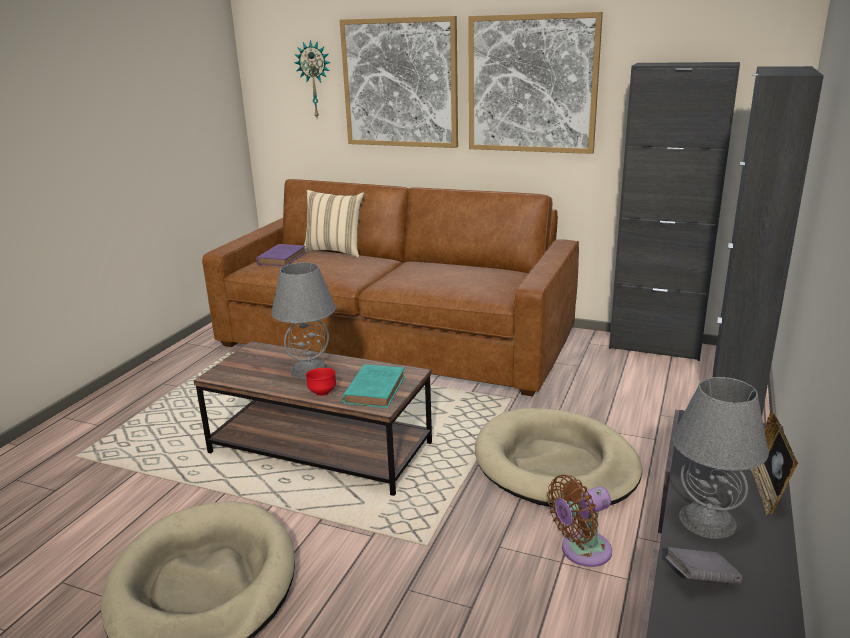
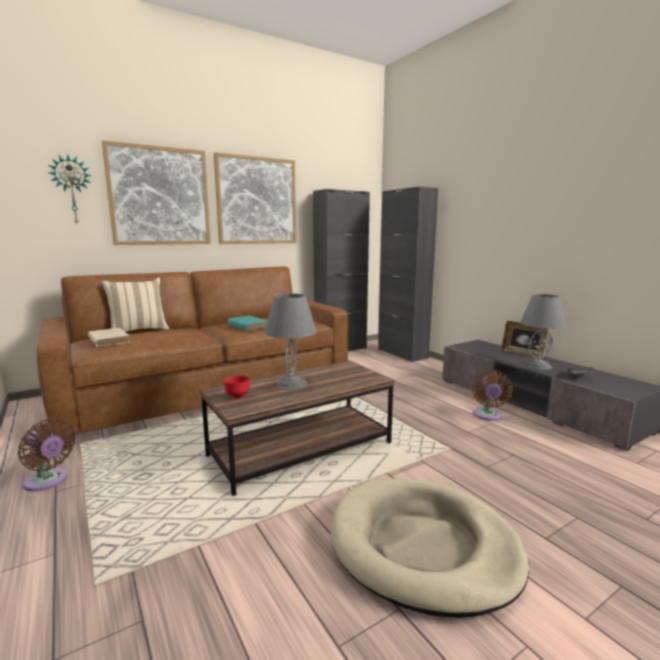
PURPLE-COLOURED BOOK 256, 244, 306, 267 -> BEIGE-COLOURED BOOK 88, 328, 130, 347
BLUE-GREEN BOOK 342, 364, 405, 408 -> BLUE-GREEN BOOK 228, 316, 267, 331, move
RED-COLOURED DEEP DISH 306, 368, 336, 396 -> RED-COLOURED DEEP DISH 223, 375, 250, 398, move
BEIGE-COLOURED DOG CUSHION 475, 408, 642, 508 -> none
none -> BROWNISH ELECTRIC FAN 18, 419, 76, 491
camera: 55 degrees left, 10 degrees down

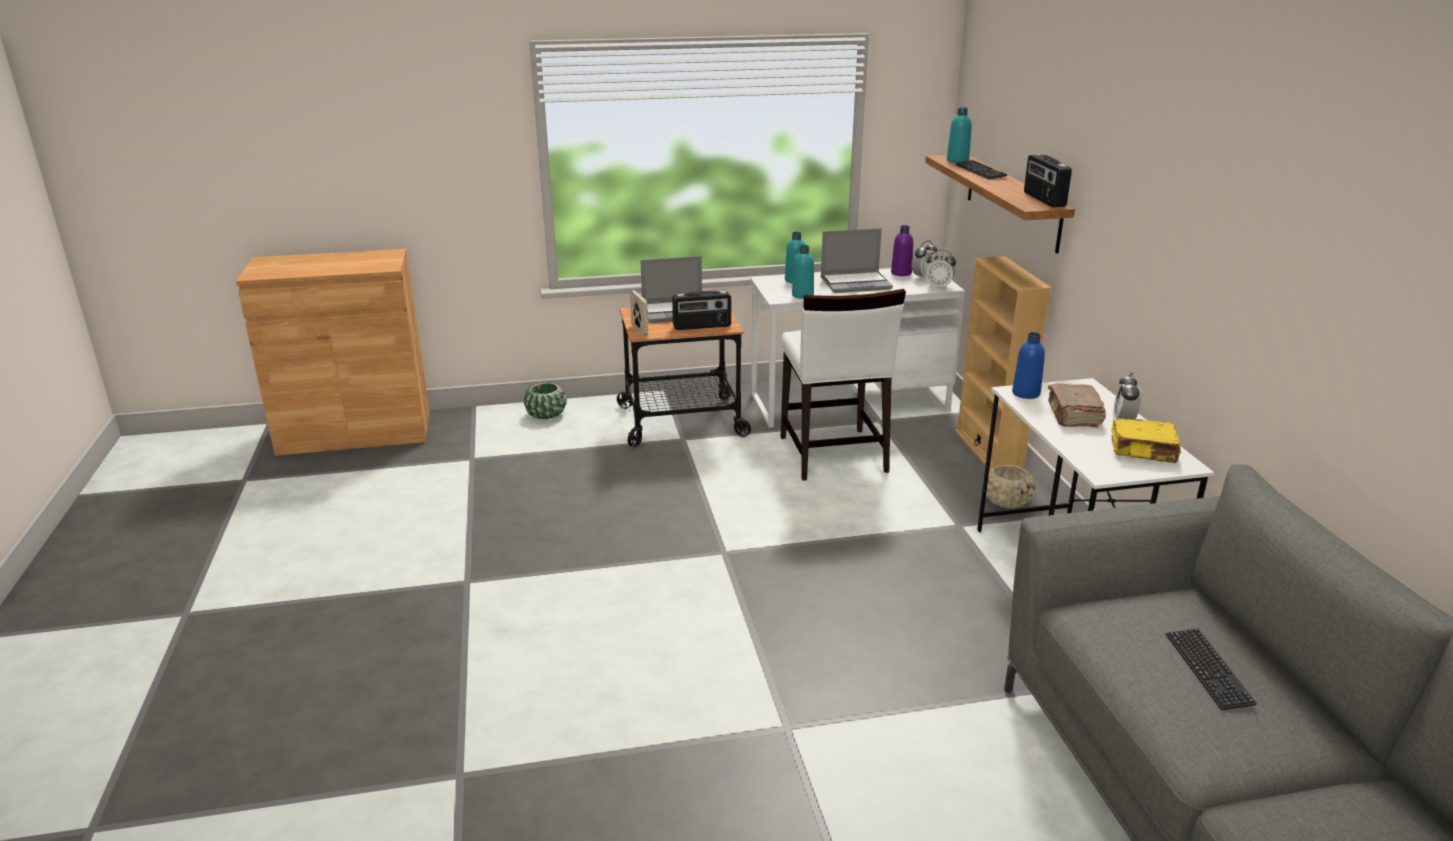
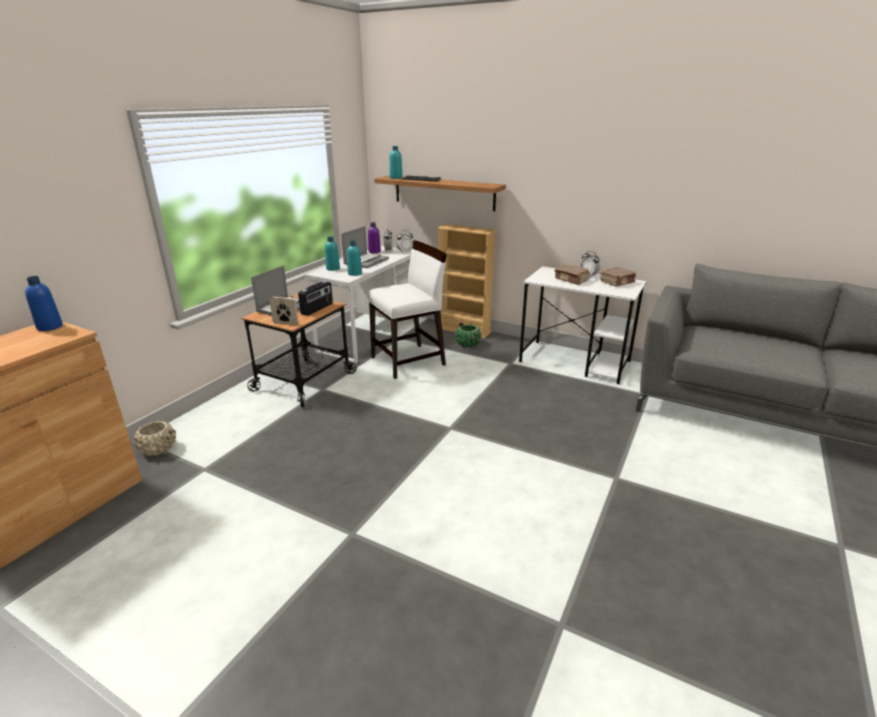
RADIO 1024, 154, 1072, 207 -> none
WHITE-COLOURED PLAIN CHAIR 781, 289, 906, 481 -> WHITE-COLOURED PLAIN CHAIR 368, 241, 447, 379, 60 degrees counterclockwise
BLUE-COLOURED BOTTLE 1012, 332, 1045, 399 -> BLUE-COLOURED BOTTLE 25, 276, 63, 331, move
GREEN-COLOURED PLANT POT 524, 383, 567, 419 -> GREEN-COLOURED PLANT POT 455, 325, 481, 347, move
YELLOW BOOK 1111, 418, 1181, 463 -> BROWNISH BOOK 600, 267, 636, 286
BEIGE-COLOURED PLANT POT 983, 464, 1035, 509 -> BEIGE-COLOURED PLANT POT 134, 421, 176, 456, move
KEYBOARD 1166, 629, 1257, 710 -> none
camera: 50 degrees left, 0 degrees up

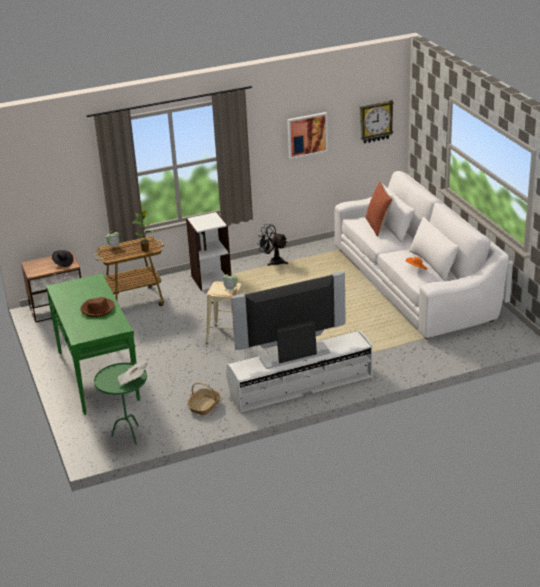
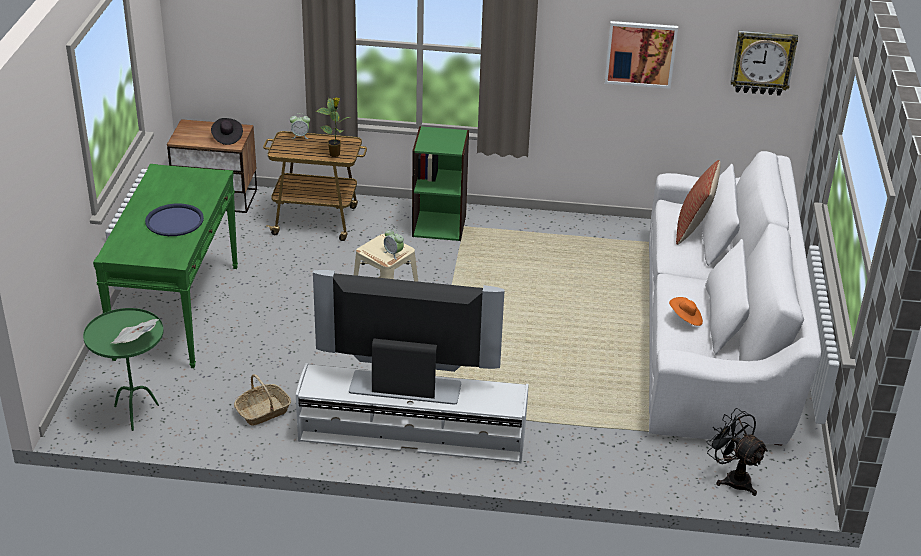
WHITE-COLOURED BOOKSHELF 186, 212, 231, 291 -> GREEN-COLOURED BOOKSHELF 412, 126, 469, 241
BLACK ELECTRIC FAN 258, 224, 288, 266 -> BLACK ELECTRIC FAN 706, 408, 768, 496, move
BROWNISH CLOTHING HAT 80, 297, 115, 317 -> BLUE-COLOURED TRAY 145, 203, 204, 236
camera: 25 degrees right, 5 degrees up

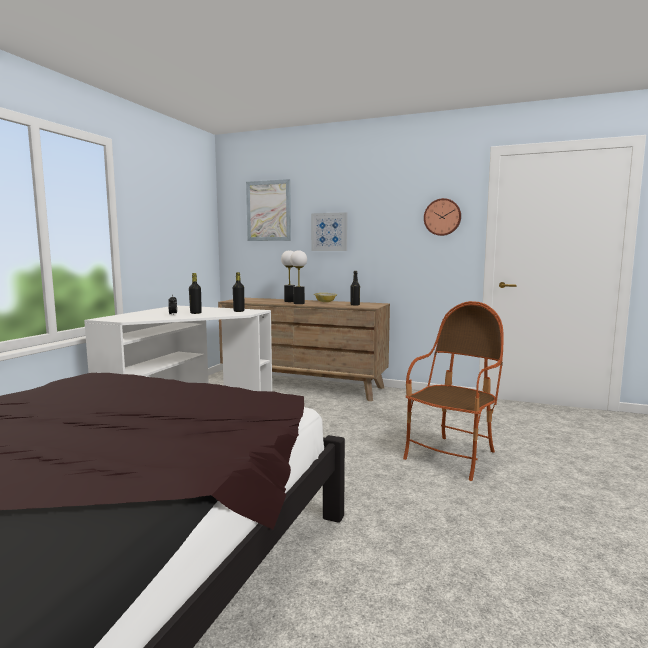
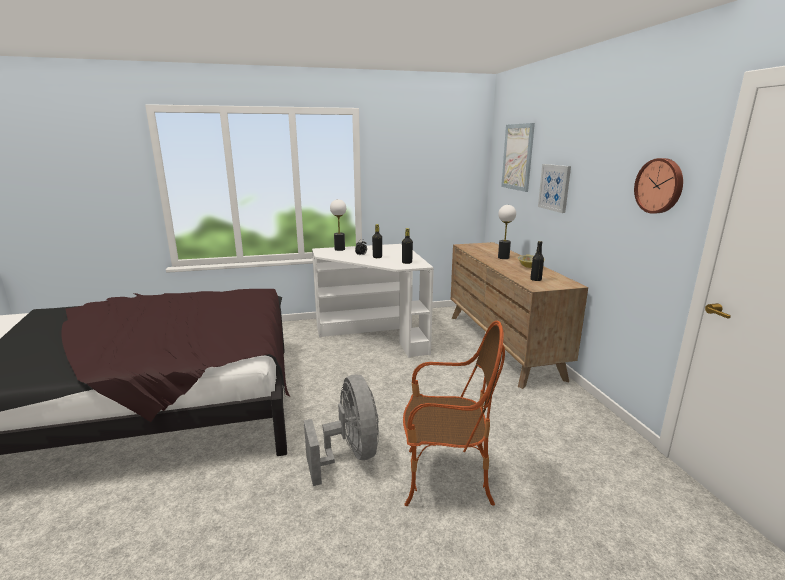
TABLETOP LAMP 290, 250, 307, 304 -> TABLETOP LAMP 330, 199, 346, 251, move
none -> GRAY ELECTRIC FAN 304, 375, 379, 486
camera: 55 degrees right, 10 degrees up

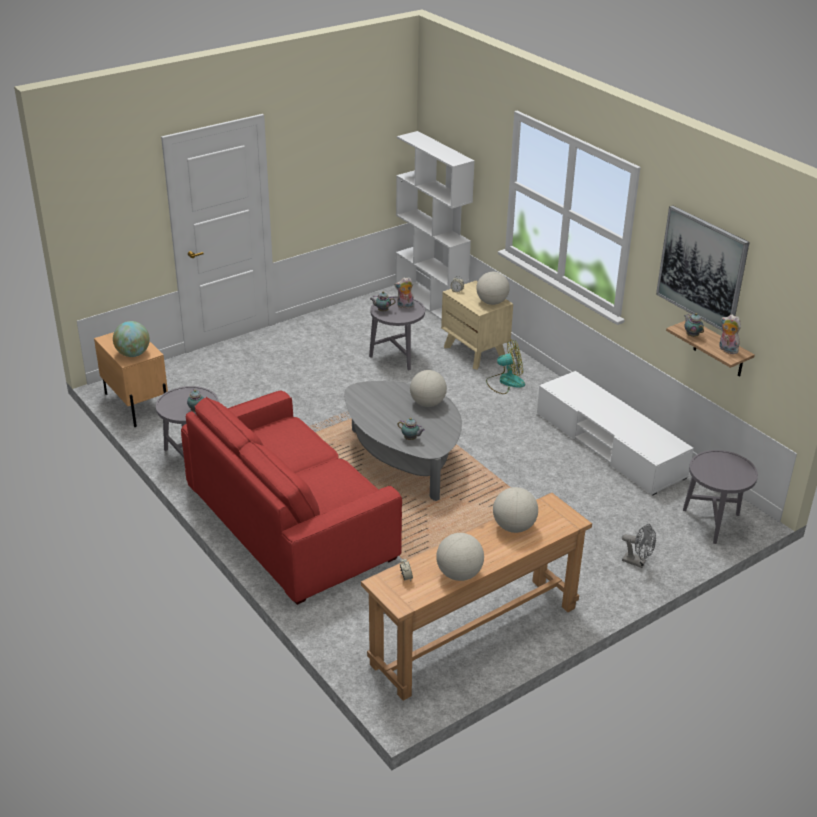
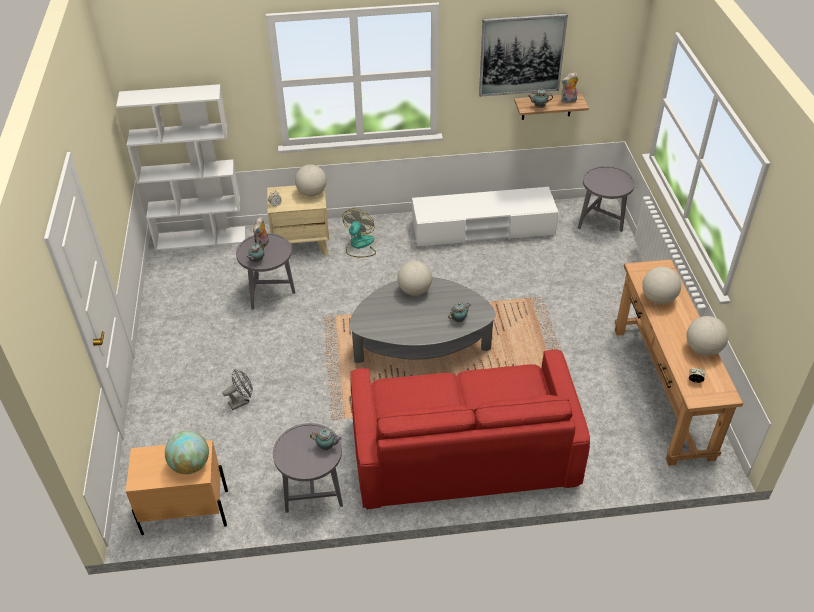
GRAY ELECTRIC FAN 622, 524, 656, 568 -> GRAY ELECTRIC FAN 222, 369, 253, 410, move
camera: 60 degrees left, 10 degrees up

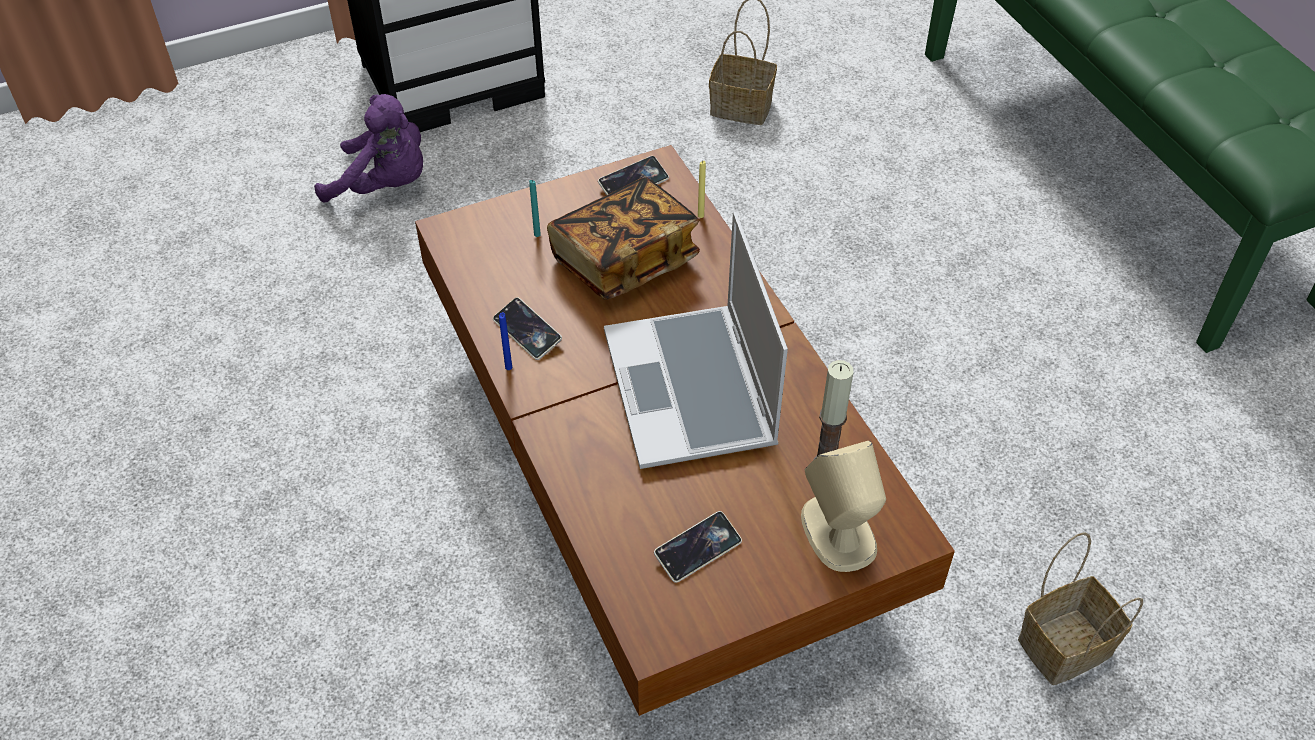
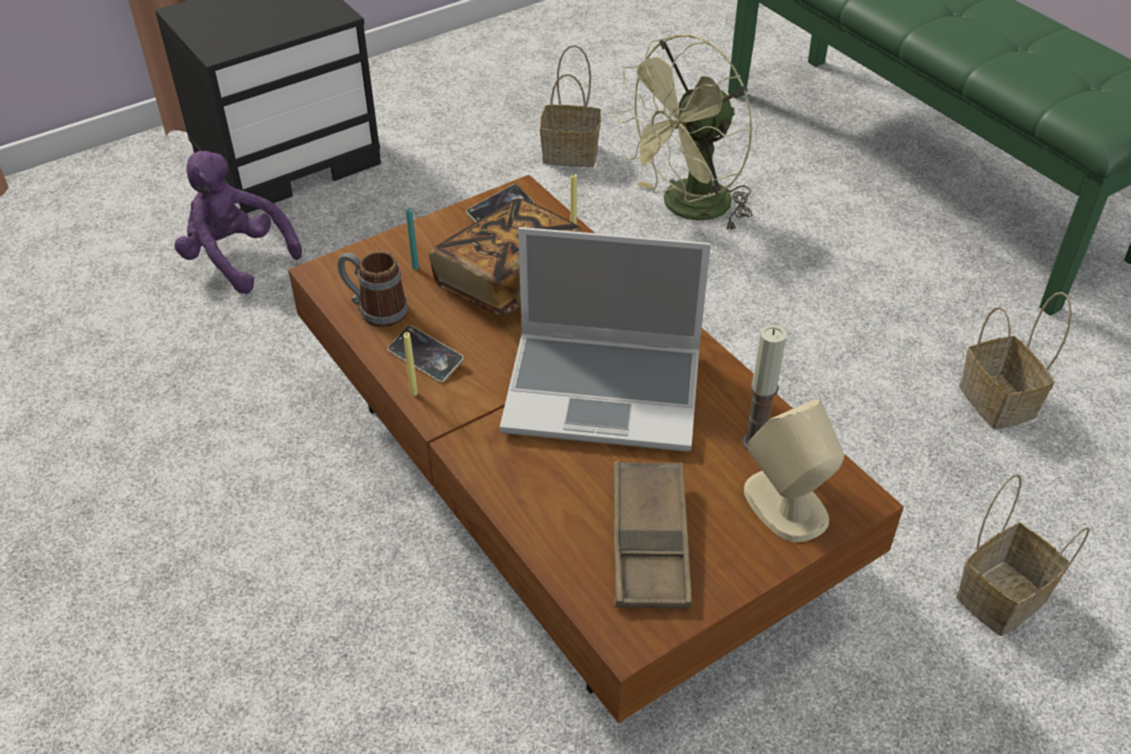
PURPLE-COLOURED PLUSH TOY 314, 94, 423, 203 -> PURPLE-COLOURED PLUSH TOY 174, 151, 302, 294, 150 degrees counterclockwise
NOTEBOOK COMPUTER 604, 212, 788, 469 -> NOTEBOOK COMPUTER 500, 227, 711, 452, 60 degrees counterclockwise
BLUE-COLOURED WAX CANDLE 499, 312, 512, 370 -> YELLOW WAX CANDLE 403, 332, 418, 396
TELEPHONE 654, 511, 742, 583 -> BROWNISH TRAY 613, 461, 692, 609
none -> GREEN-COLOURED ELECTRIC FAN 615, 34, 753, 232
none -> COFFEE MUG 337, 251, 409, 328
none -> BASKET 959, 292, 1072, 429
camera: 10 degrees left, 5 degrees down

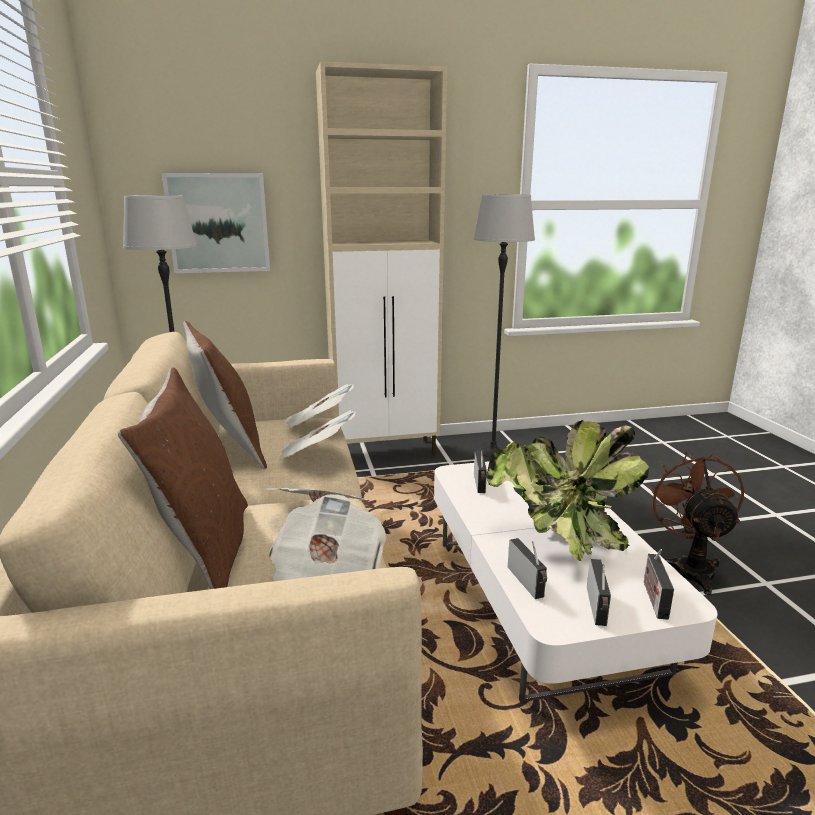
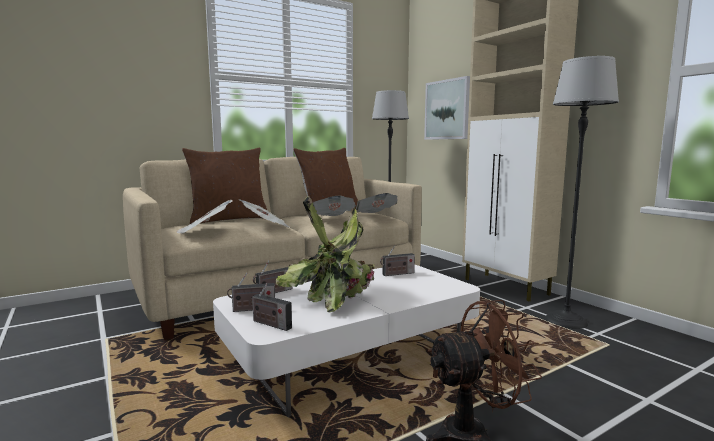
RADIO 644, 549, 674, 620 -> RADIO 251, 283, 292, 331, 135 degrees counterclockwise
camera: 70 degrees right, 10 degrees down

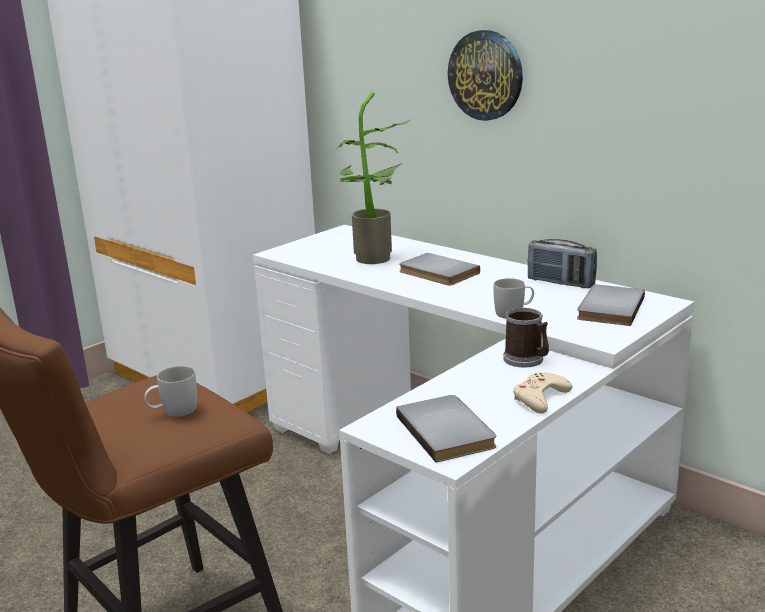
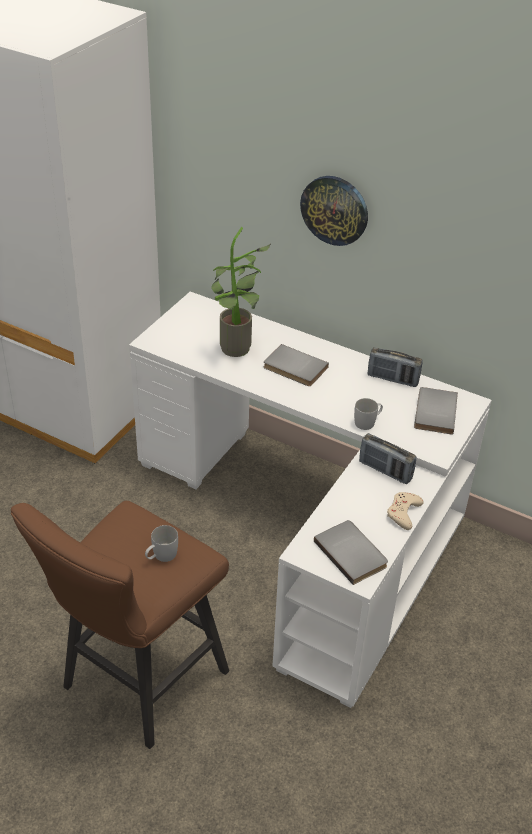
COFFEE MUG 503, 308, 549, 368 -> RADIO 359, 433, 416, 484
camera: 15 degrees left, 20 degrees up

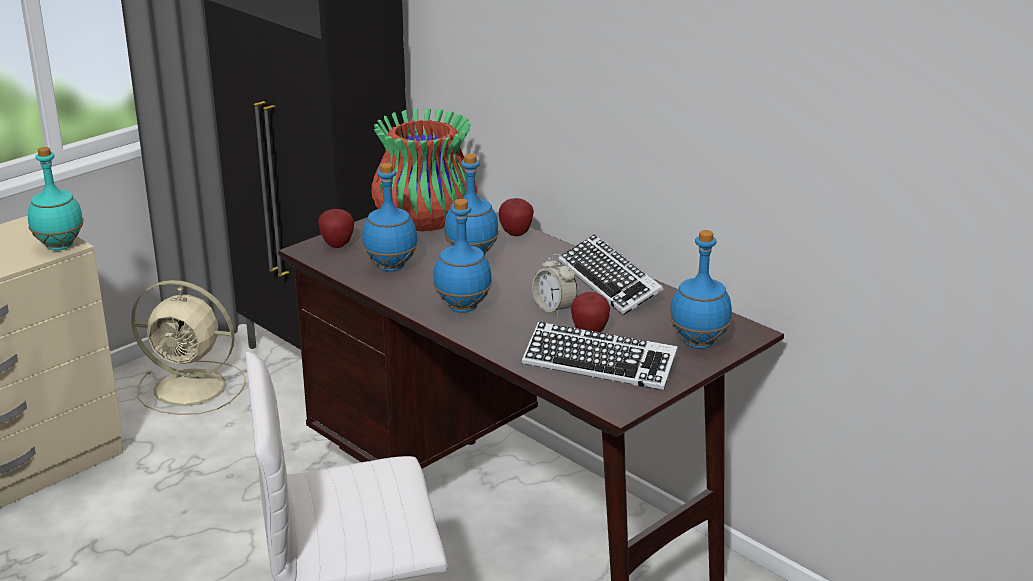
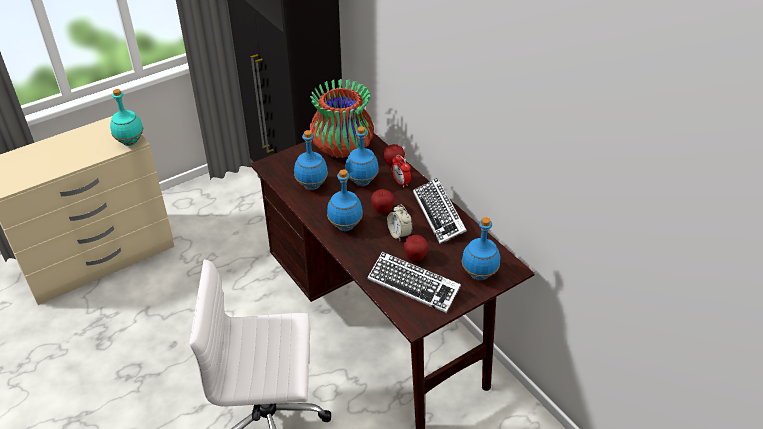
WHOLE APPLE 318, 209, 354, 248 -> WHOLE APPLE 371, 189, 394, 214, move
BEIGE-COLOURED ELECTRIC FAN 131, 280, 245, 415 -> none
none -> ALARM CLOCK 392, 155, 411, 188
camera: 10 degrees right, 15 degrees up

